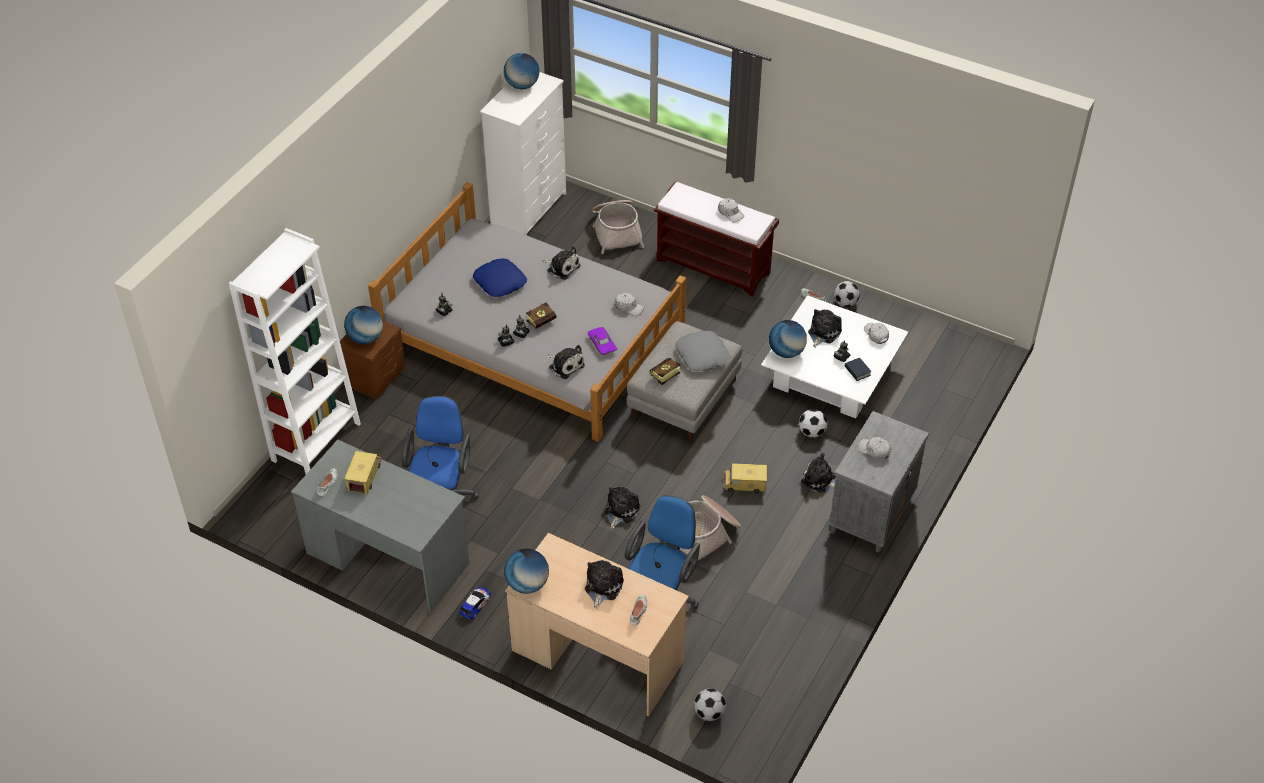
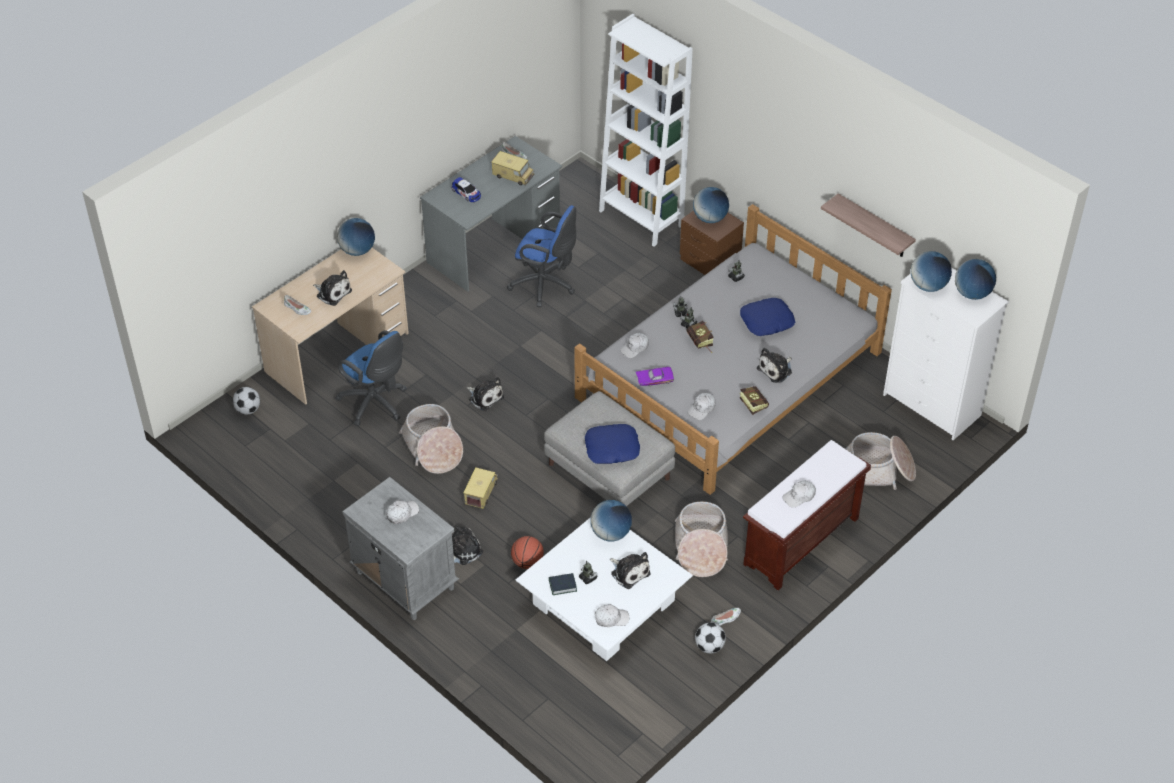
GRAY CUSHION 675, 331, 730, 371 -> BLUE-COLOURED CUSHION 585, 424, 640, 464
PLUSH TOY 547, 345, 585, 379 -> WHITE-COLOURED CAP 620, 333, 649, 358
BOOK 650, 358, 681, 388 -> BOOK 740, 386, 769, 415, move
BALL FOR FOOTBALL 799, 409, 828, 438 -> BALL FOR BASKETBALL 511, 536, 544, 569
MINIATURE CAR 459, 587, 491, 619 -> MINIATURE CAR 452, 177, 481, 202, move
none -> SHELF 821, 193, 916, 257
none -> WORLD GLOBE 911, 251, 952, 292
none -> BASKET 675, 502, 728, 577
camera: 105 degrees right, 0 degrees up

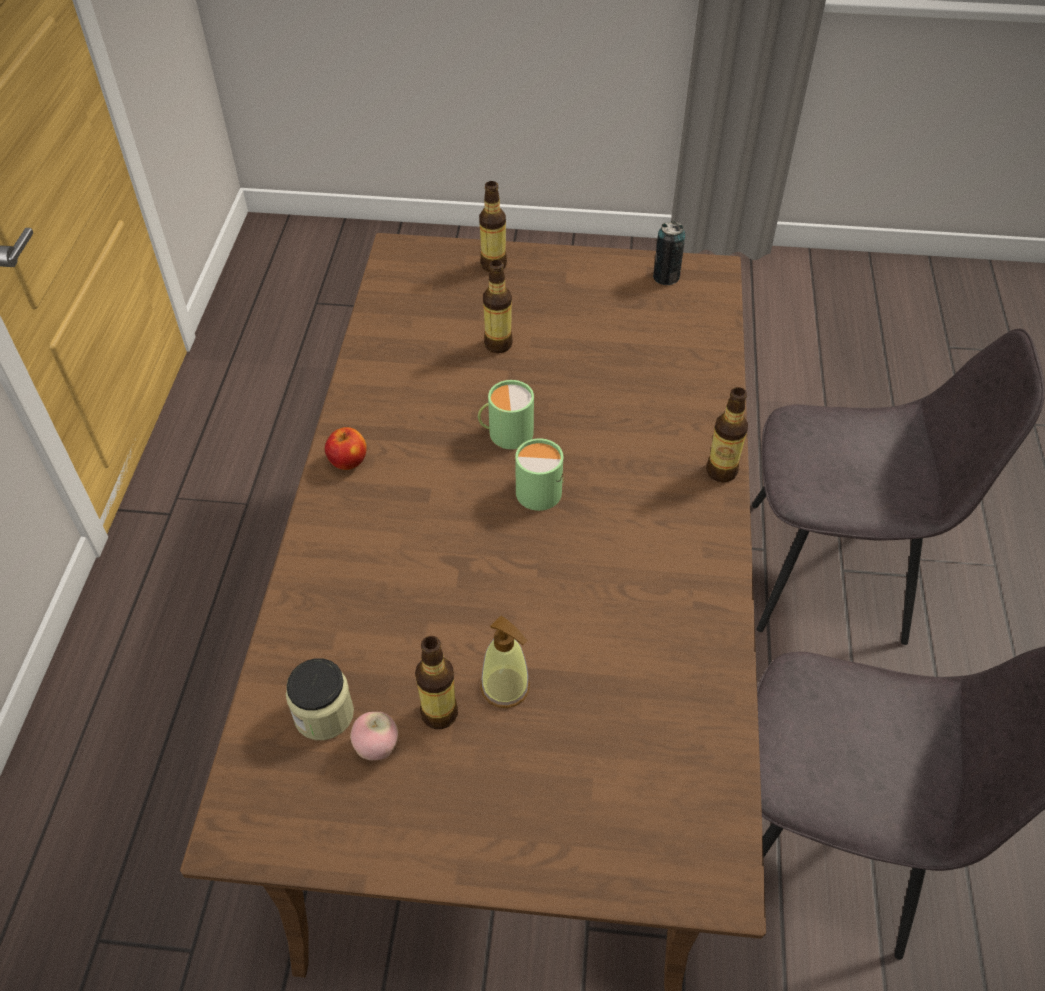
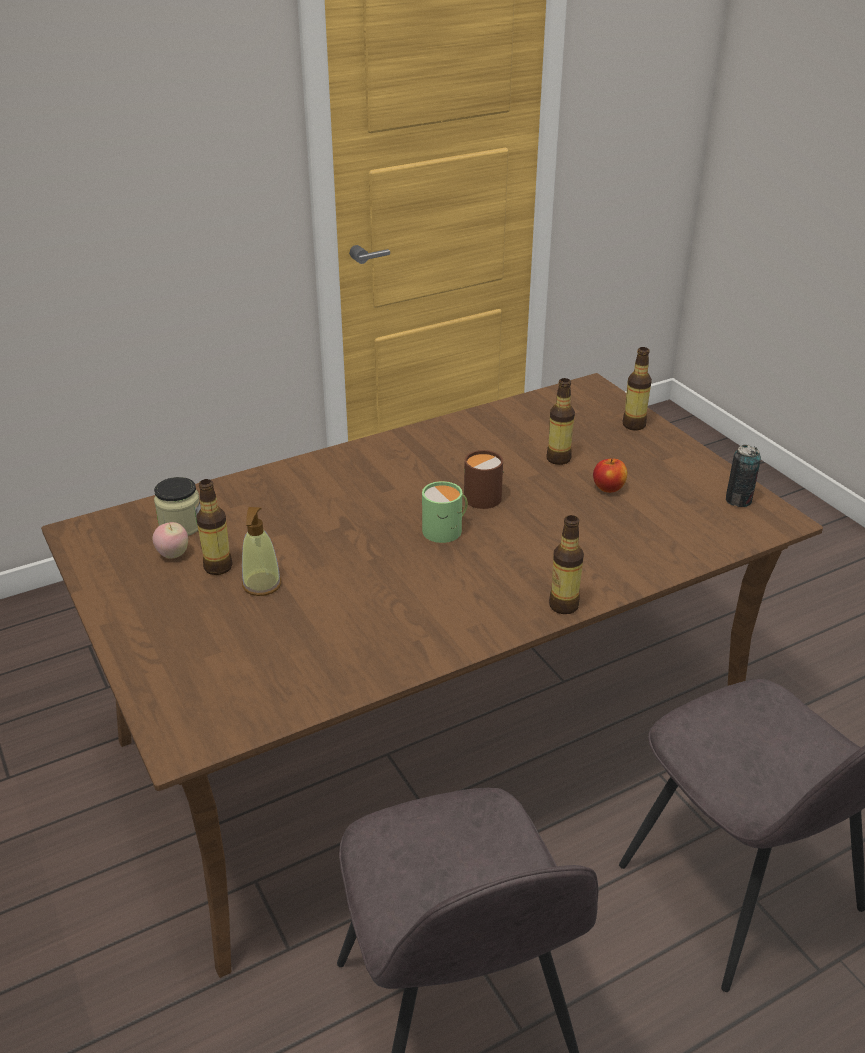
GREEN-COLOURED COFFEE MUG 478, 380, 534, 449 -> BROWNISH COFFEE MUG 464, 450, 504, 509
WHOLE APPLE 325, 427, 367, 470 -> WHOLE APPLE 593, 458, 627, 493, move
camera: 55 degrees right, 15 degrees down

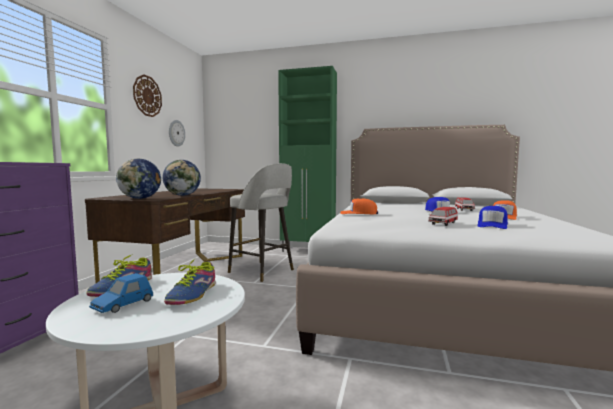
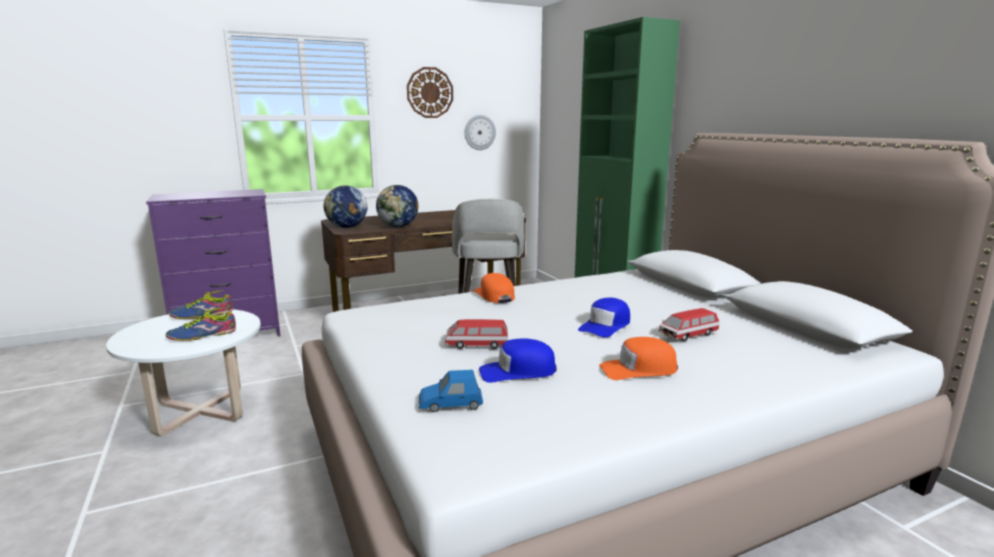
BLUE-COLOURED MINIATURE CAR 89, 273, 153, 313 -> BLUE-COLOURED MINIATURE CAR 419, 370, 483, 412, move
camera: 50 degrees right, 10 degrees up

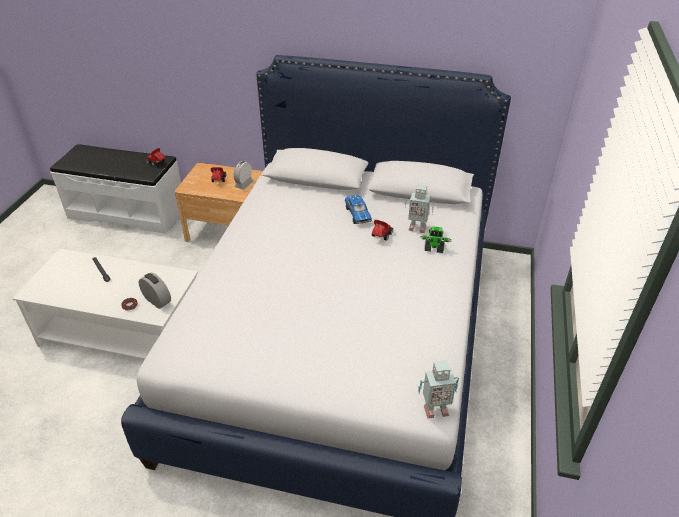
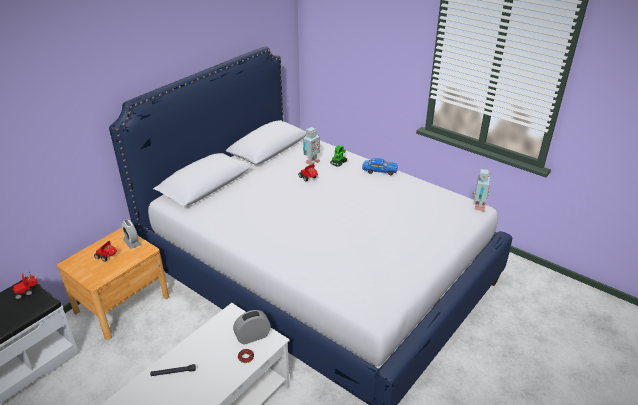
MINIATURE CAR 345, 195, 372, 224 -> MINIATURE CAR 362, 158, 398, 175, move
camera: 65 degrees left, 5 degrees down

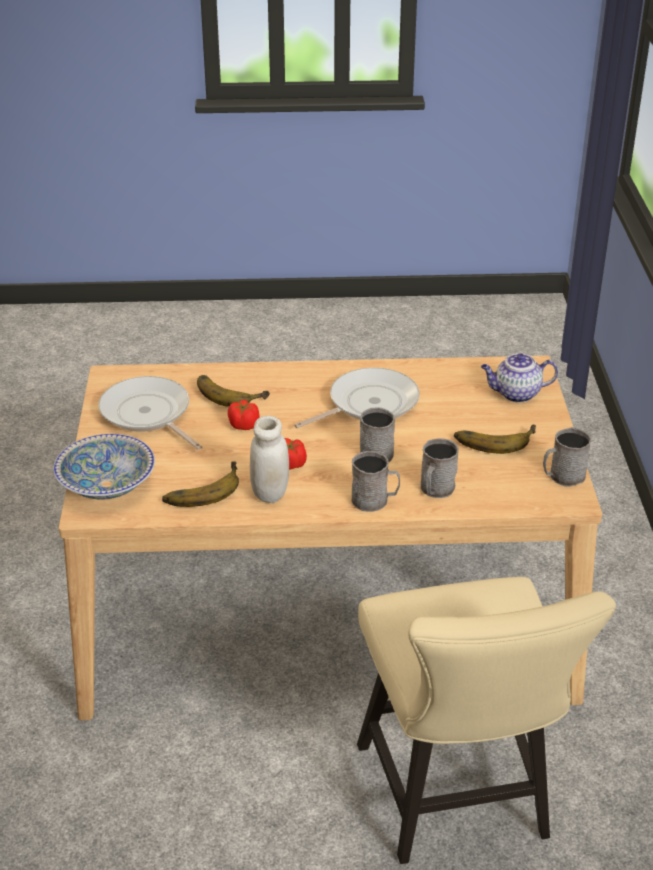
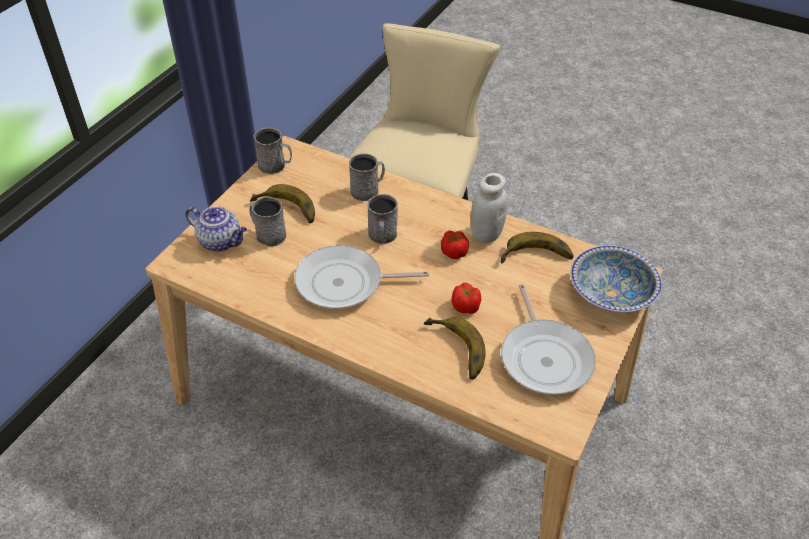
GRAY COFFEE MUG 352, 451, 400, 512 -> GRAY COFFEE MUG 250, 197, 286, 247, move
camera: 150 degrees left, 10 degrees up

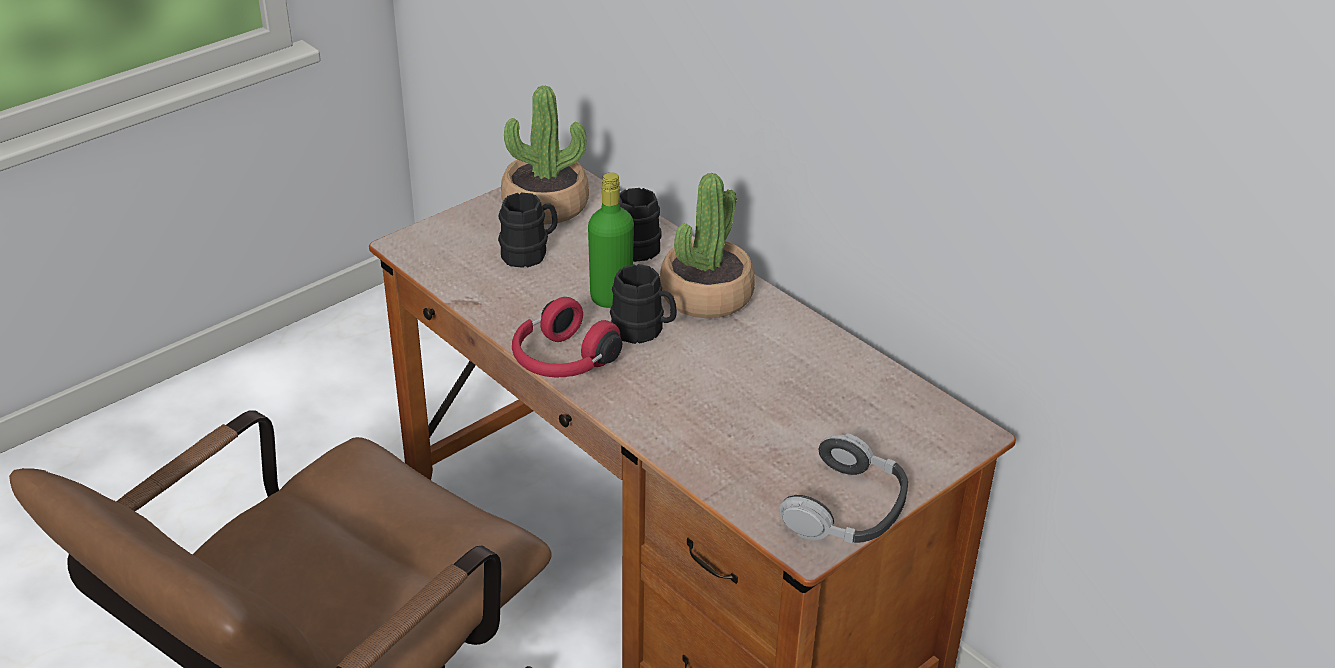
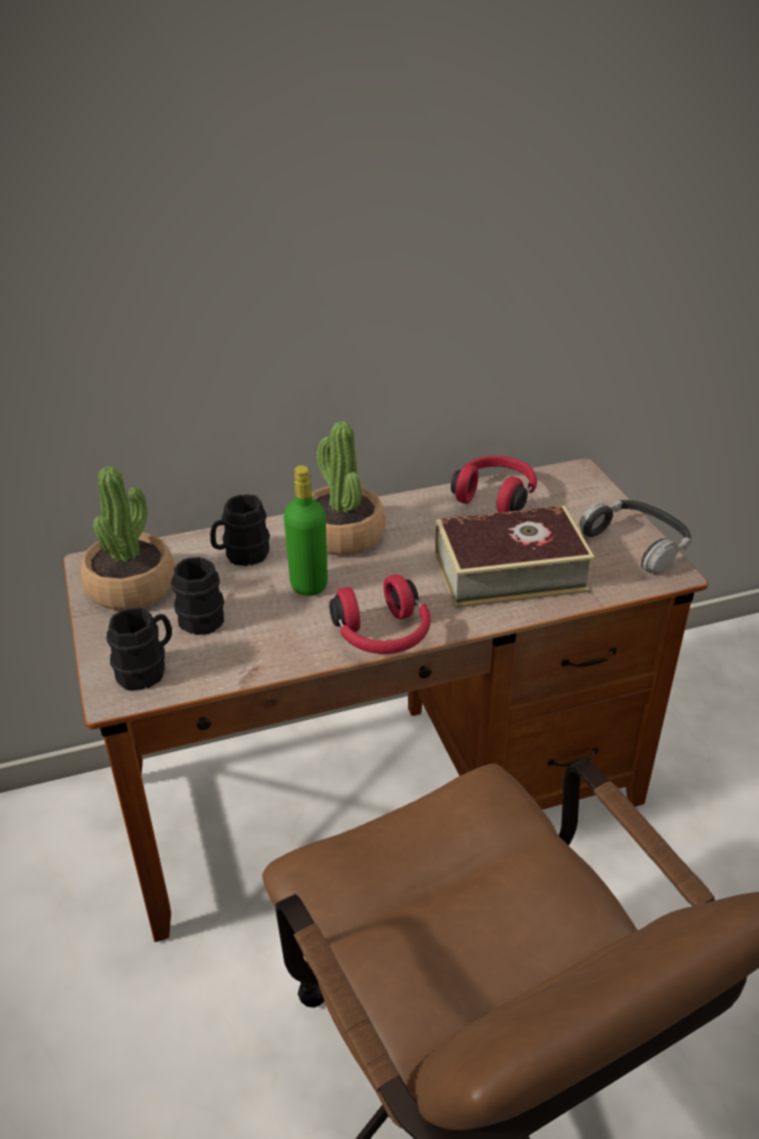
BLACK COFFEE MUG 610, 264, 677, 344 -> BLACK COFFEE MUG 107, 607, 172, 690, move
none -> RED-COLOURED PAIR OF HEADPHONES 451, 456, 537, 513
none -> BOOK 435, 506, 595, 608
camera: 65 degrees left, 0 degrees up

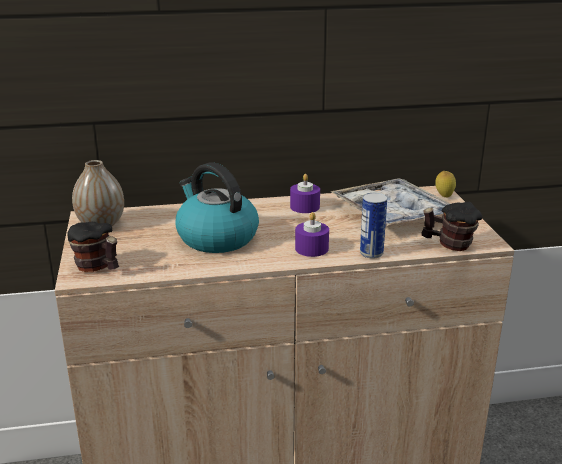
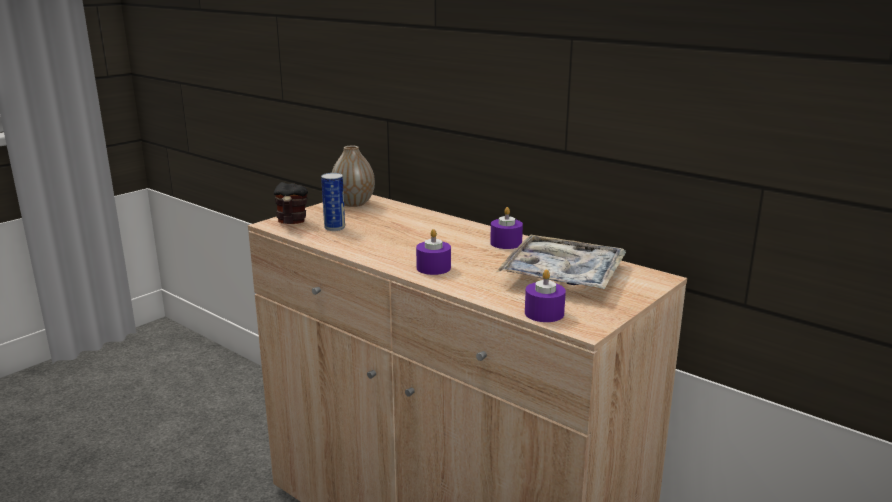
TEA KETTLE 175, 162, 259, 253 -> none
WHOLE LEMON 435, 171, 456, 197 -> none
CAN 360, 193, 387, 258 -> CAN 321, 173, 345, 231, move
COFFEE MUG 421, 202, 482, 251 -> PURPLE-COLOURED WAX CANDLE 525, 270, 566, 322
camera: 50 degrees right, 5 degrees down

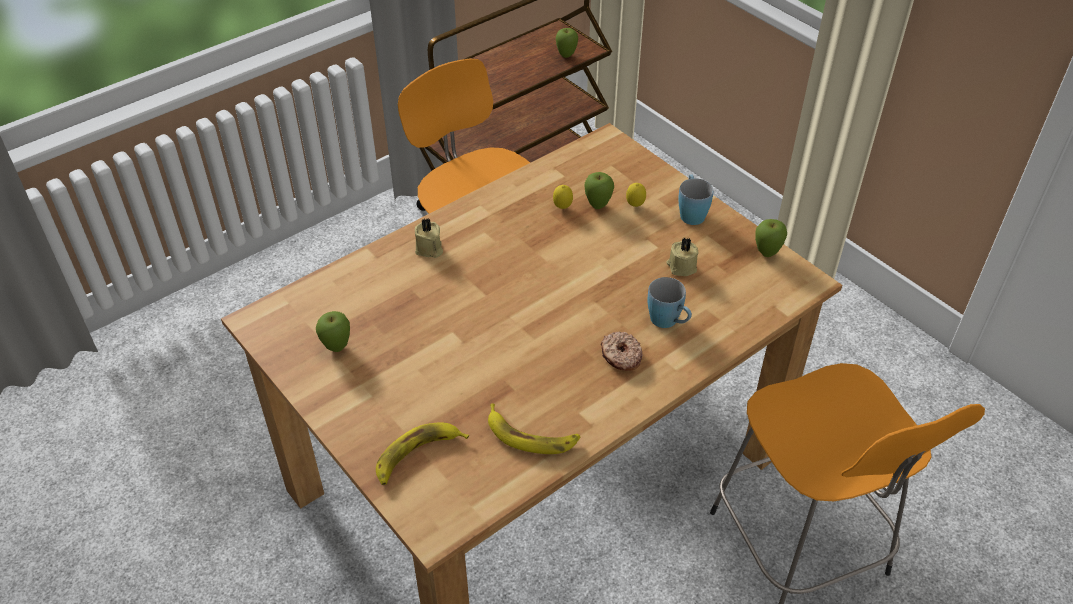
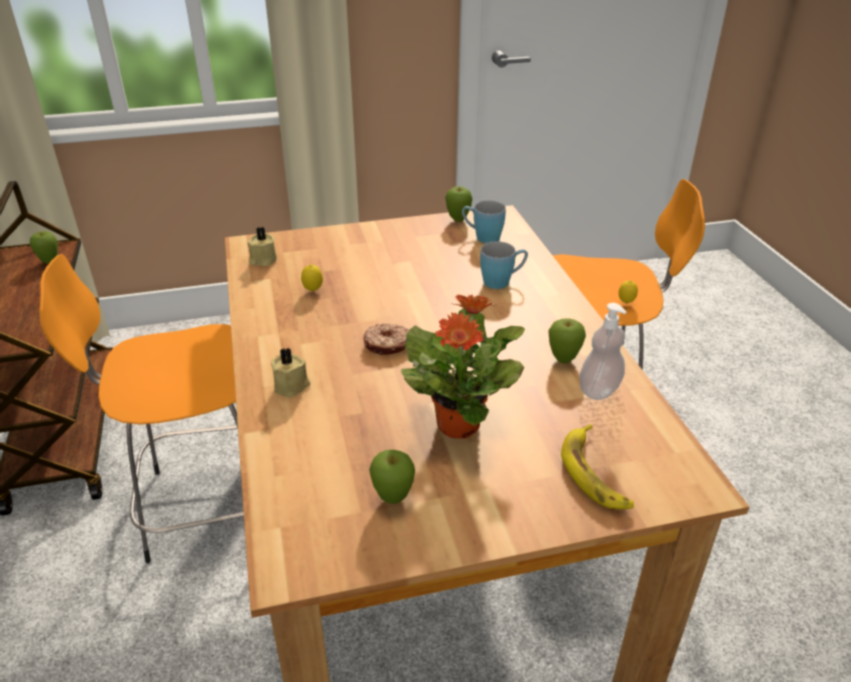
WHOLE APPLE 585, 172, 614, 209 -> WHOLE APPLE 548, 318, 586, 364, move
BLUE-COLOURED COFFEE MUG 678, 174, 713, 225 -> BLUE-COLOURED COFFEE MUG 462, 200, 506, 243, move
WHOLE LEMON 626, 183, 646, 207 -> WHOLE LEMON 619, 280, 638, 303, move
BEIGE-COLOURED WAX CANDLE 667, 238, 699, 276 -> BEIGE-COLOURED WAX CANDLE 248, 227, 277, 267, move
DOUGHNUT 601, 332, 643, 371 -> DOUGHNUT 363, 323, 409, 355, move
WHOLE BANANA 488, 403, 580, 454 -> SOAP BOTTLE 579, 303, 626, 400
none -> POTTED PLANT 401, 294, 525, 438
camera: 65 degrees left, 10 degrees down

